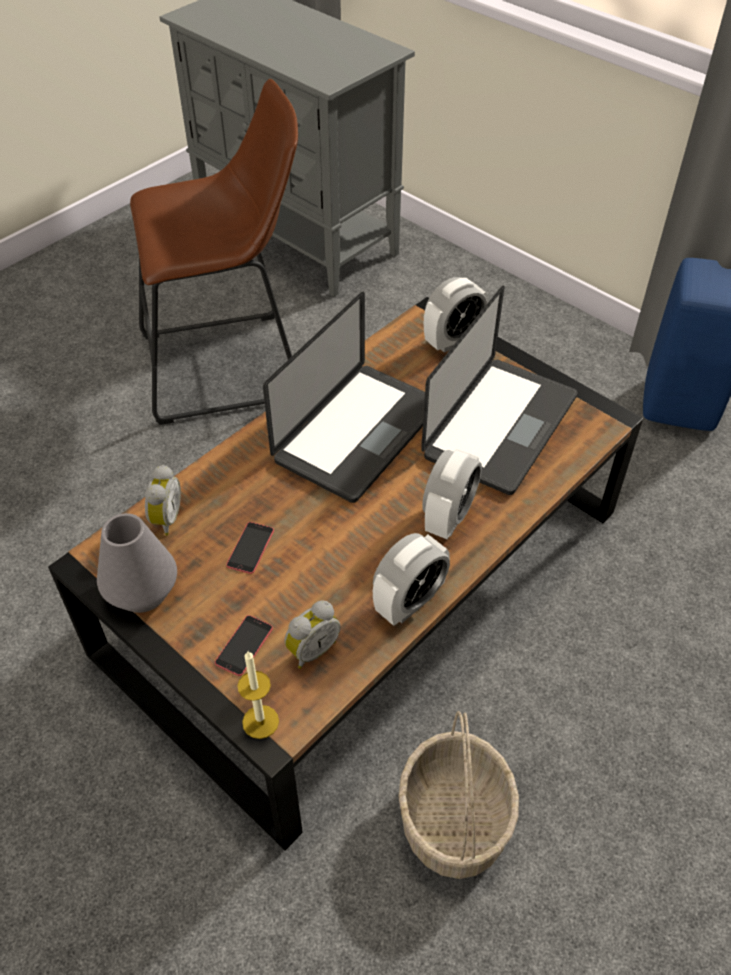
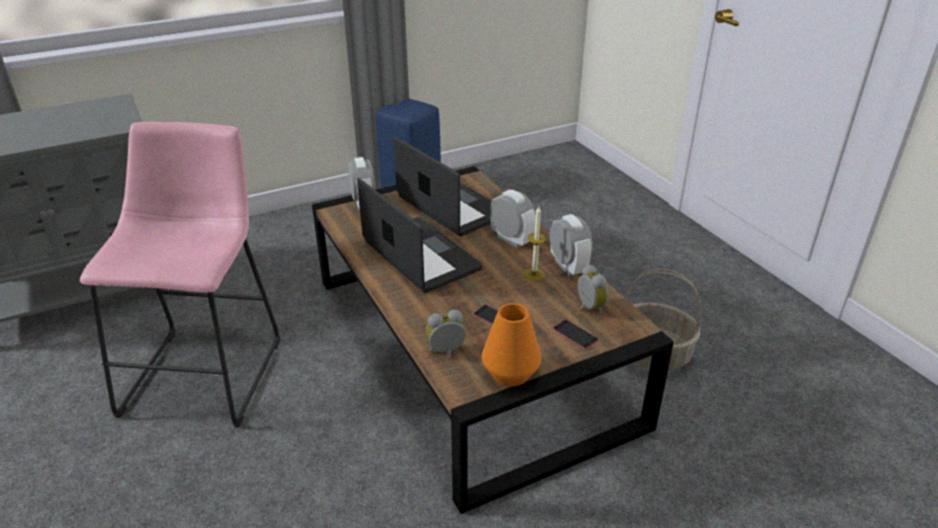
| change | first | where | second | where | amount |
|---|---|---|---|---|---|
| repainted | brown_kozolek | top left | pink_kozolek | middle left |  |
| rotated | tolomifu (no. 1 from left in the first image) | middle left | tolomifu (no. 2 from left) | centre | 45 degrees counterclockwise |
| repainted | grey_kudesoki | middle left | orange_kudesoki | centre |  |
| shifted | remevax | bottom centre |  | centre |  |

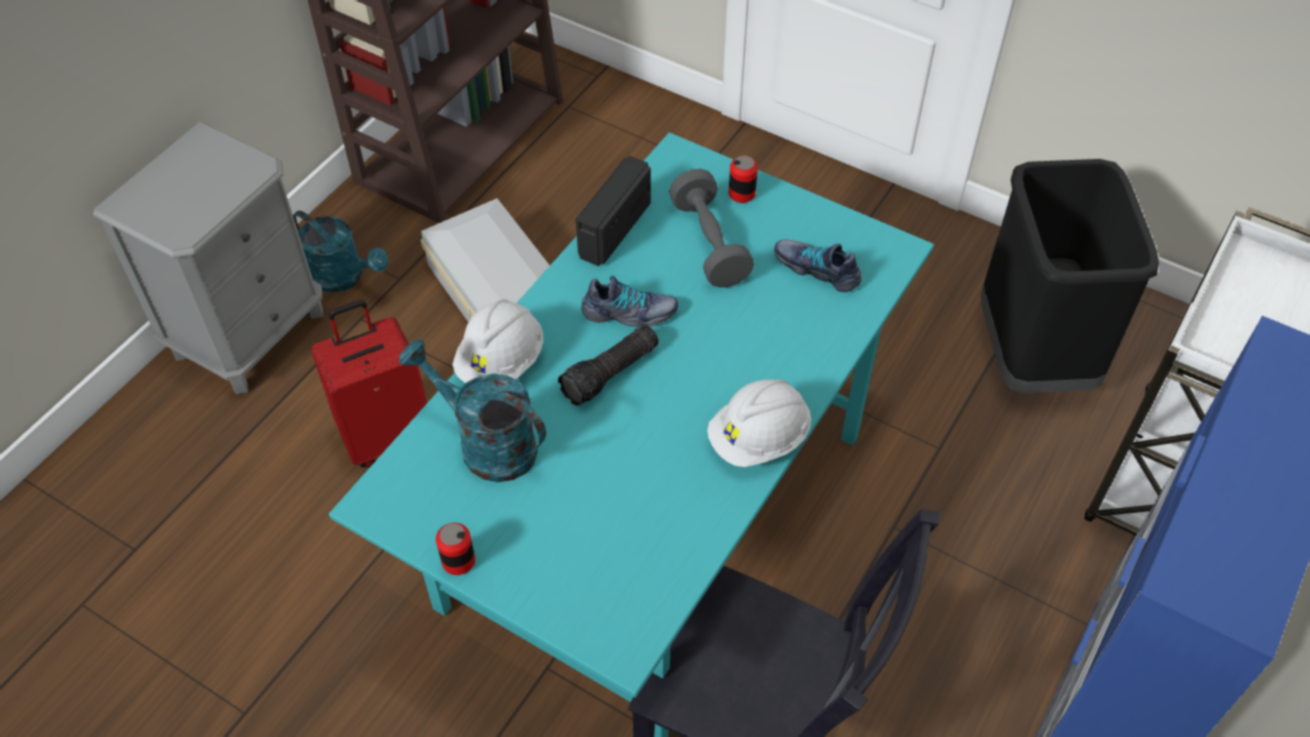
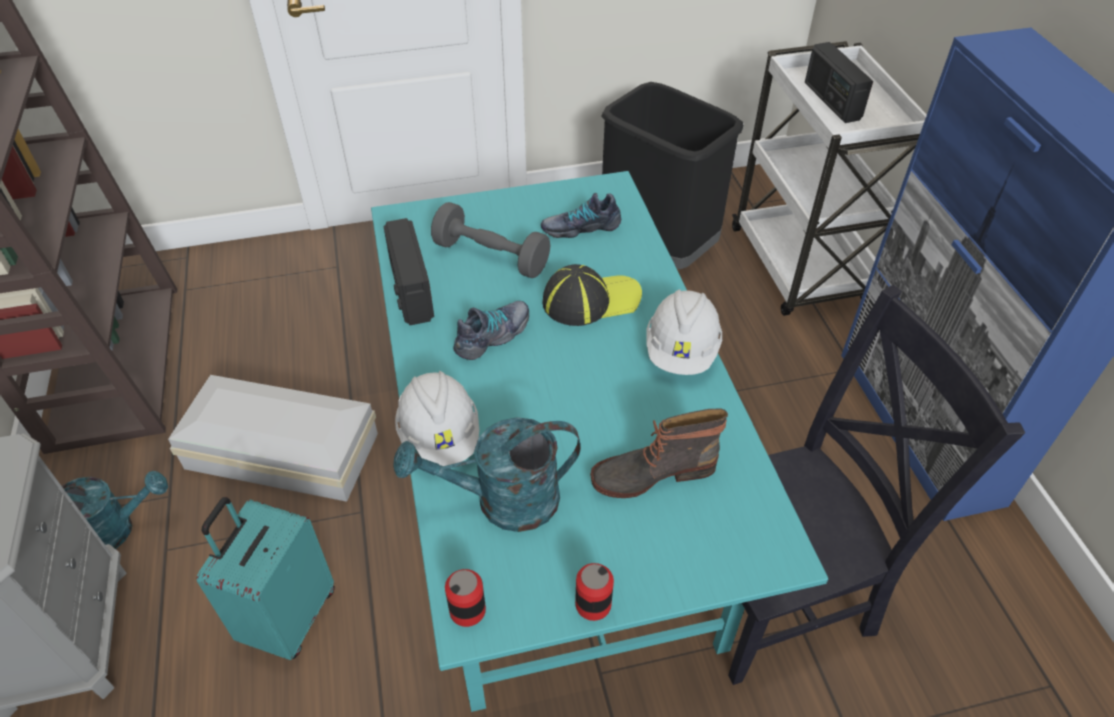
| change | first | where | second | where | amount |
|---|---|---|---|---|---|
| repainted | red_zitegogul | middle left | turquoise_zitegogul | bottom left |  |
| shifted | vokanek (no. 2 from left in the first image) | top centre | vokanek (no. 1 from left) | bottom centre |  |
| new |  |  | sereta | centre |  |
| new |  |  | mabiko | centre |  |
| new |  |  | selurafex (no. 2 from left) | top right |  |
| gone | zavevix | centre |  |  |  |

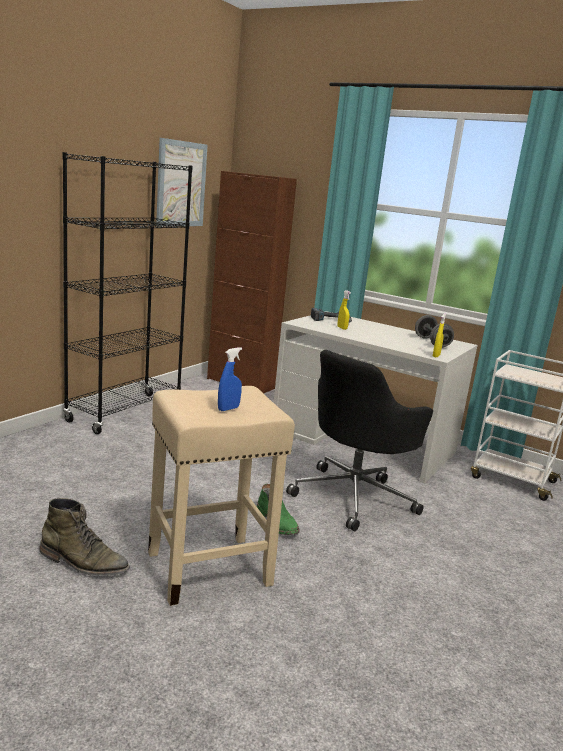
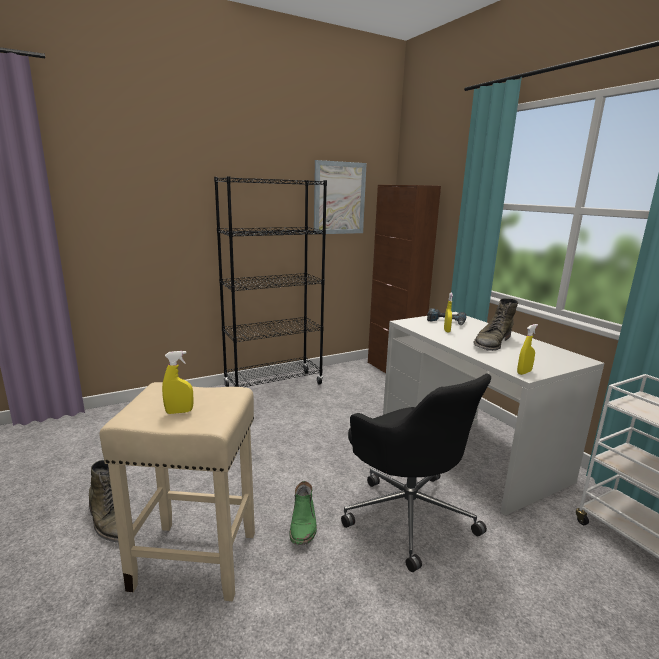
| change | first | where | second | where | amount |
|---|---|---|---|---|---|
| repainted | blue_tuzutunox | centre | yellow_tuzutunox (no. 1 from left) | middle left |  |
| rotated | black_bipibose | centre |  | bottom centre | 105 degrees counterclockwise |
| new |  |  | green_mabiko (no. 3 from left) | middle right |  |
| gone | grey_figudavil | middle right |  |  |  |

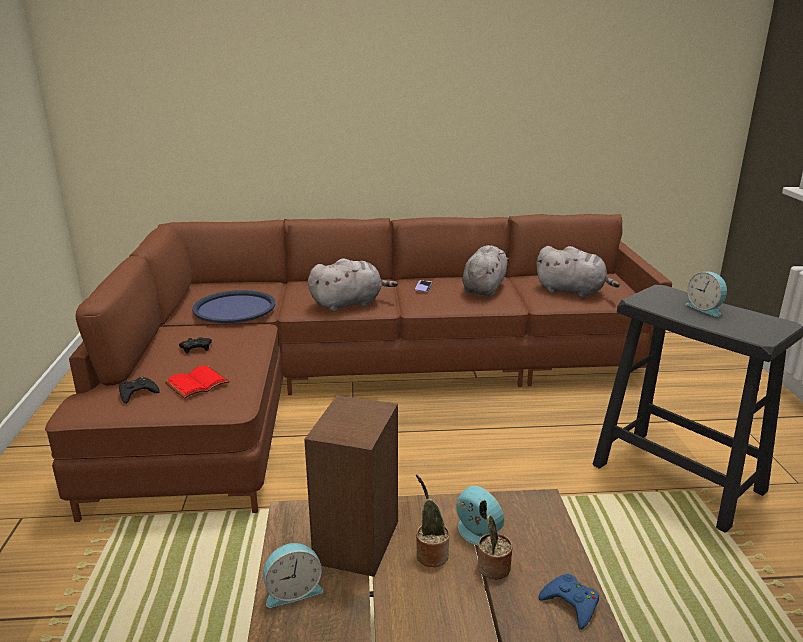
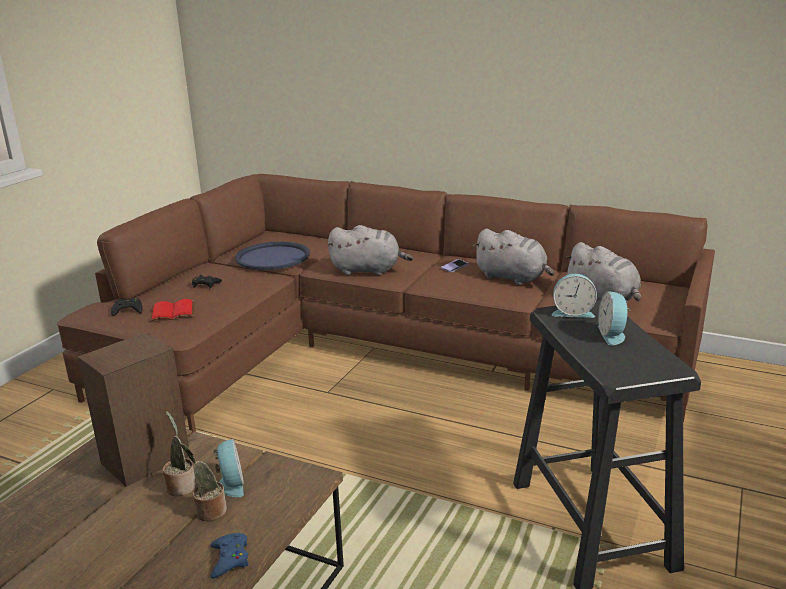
| change | first | where | second | where | amount |
|---|---|---|---|---|---|
| rotated | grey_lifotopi (no. 2 from left) | centre |  | centre | 75 degrees clockwise |
| shifted | tolomifu (no. 1 from left in the first image) | bottom centre | tolomifu (no. 2 from left) | middle right |  |

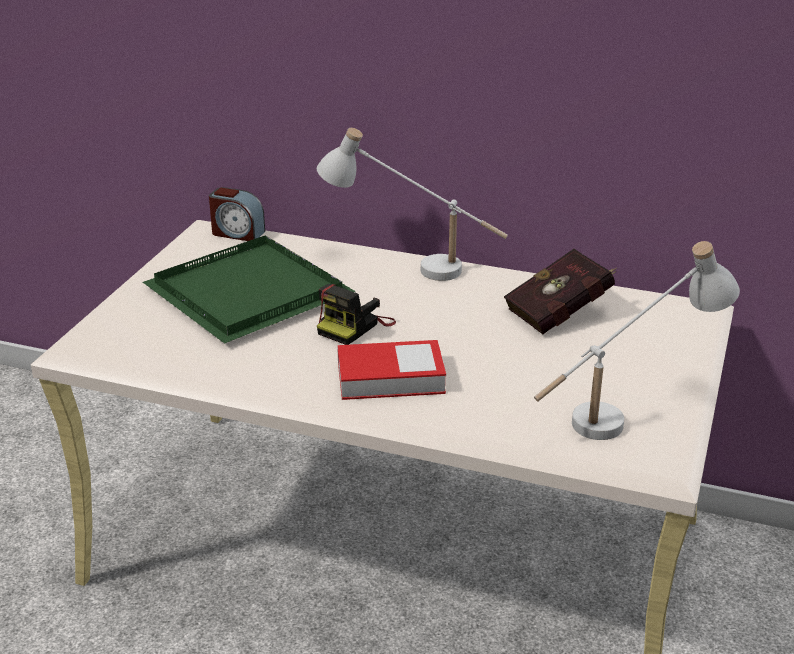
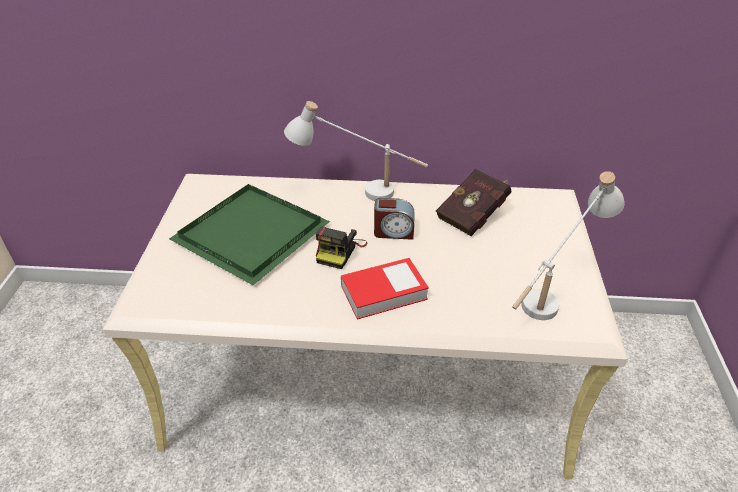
| change | first | where | second | where | amount |
|---|---|---|---|---|---|
| shifted | tolomifu | top left |  | centre |  |

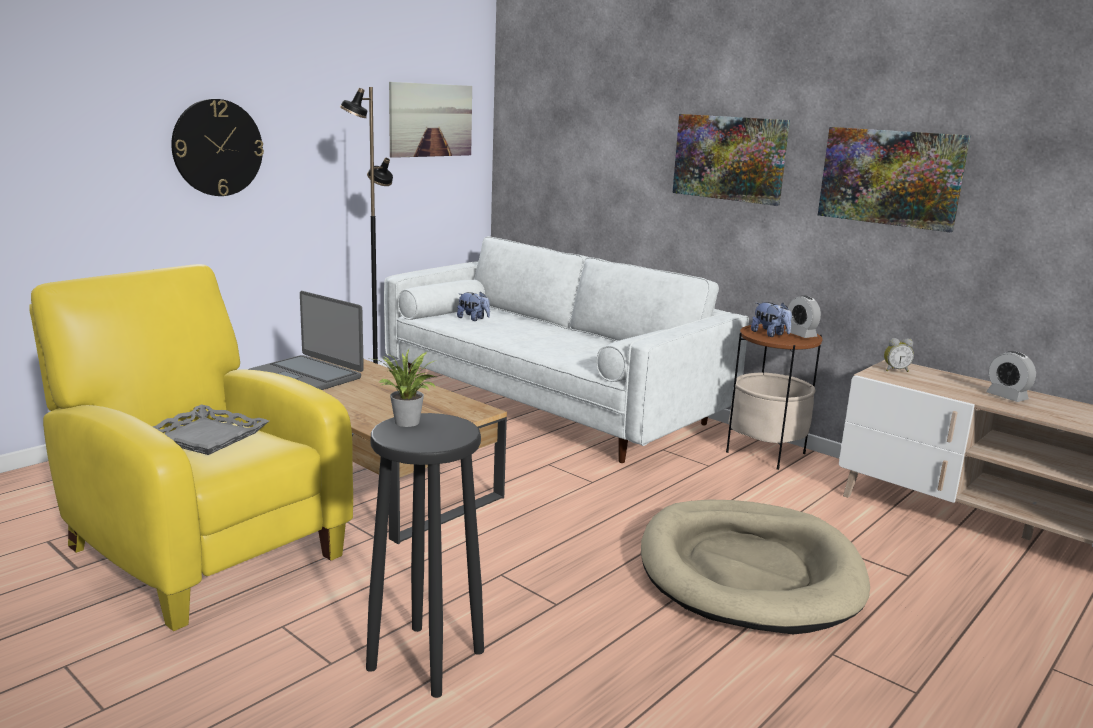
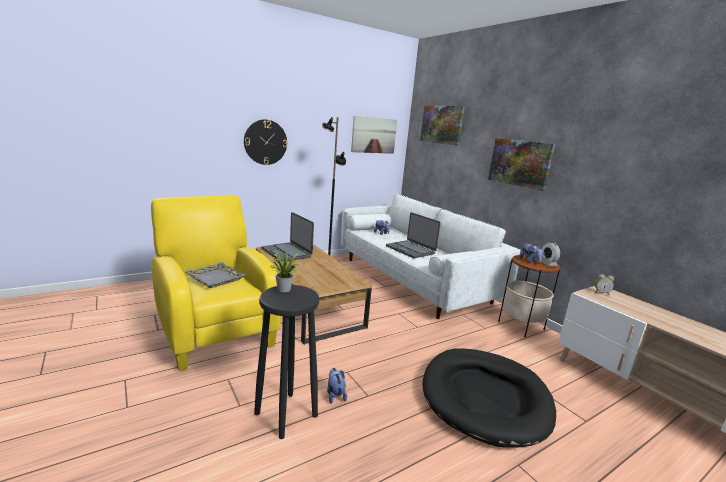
| change | first | where | second | where | amount |
|---|---|---|---|---|---|
| new |  |  | lifotopi (no. 1 from left) | bottom centre |  |
| new |  |  | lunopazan (no. 2 from left) | centre |  |
| shifted | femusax (no. 3 from left in the first image) | top right | femusax (no. 2 from left) | top centre |  |
| repainted | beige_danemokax | bottom right | black_danemokax | bottom right |  |
| gone | tolomifu (no. 3 from left) | middle right |  |  |  |

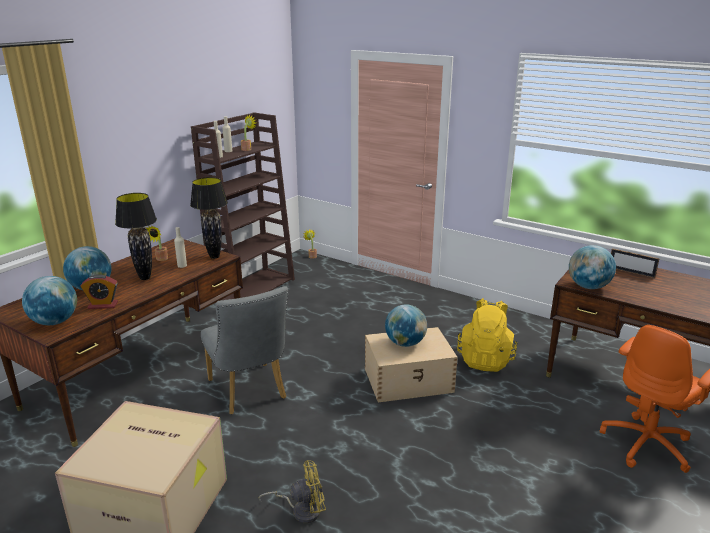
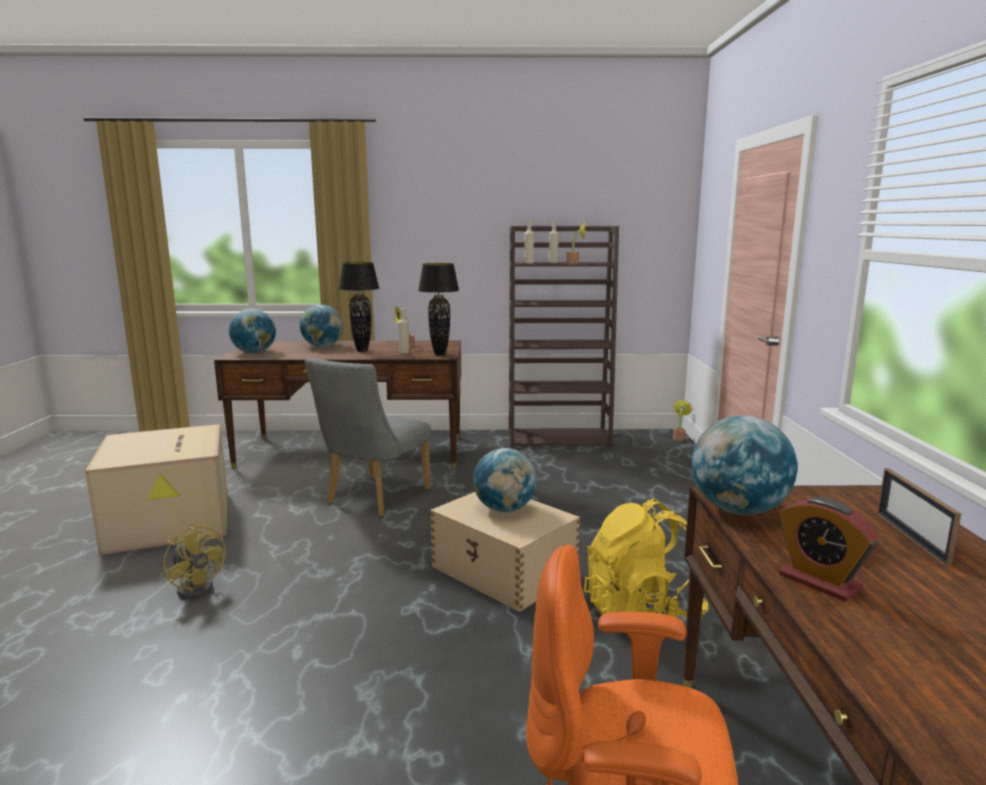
| change | first | where | second | where | amount |
|---|---|---|---|---|---|
| shifted | tolomifu | middle left |  | bottom right |  |

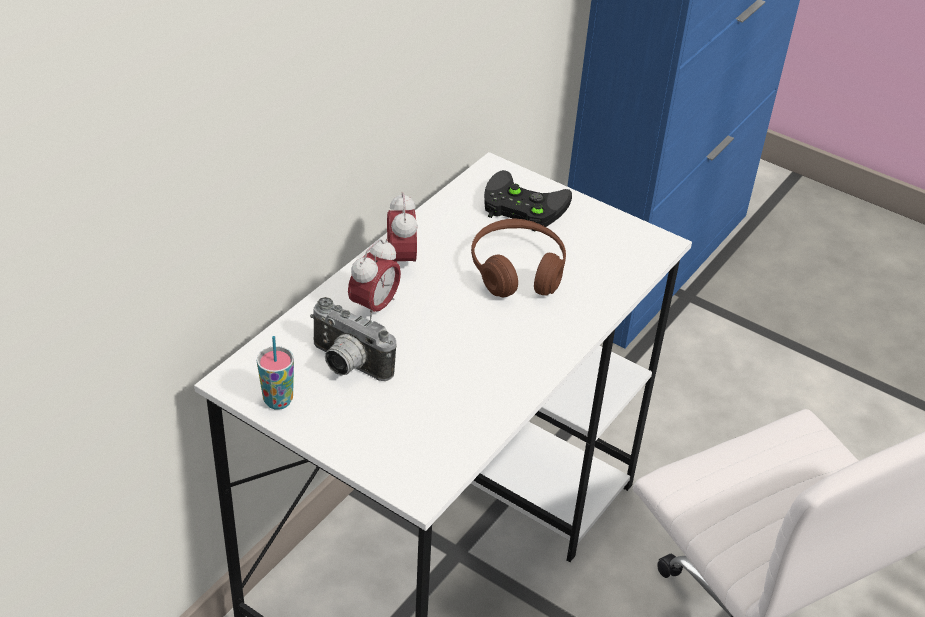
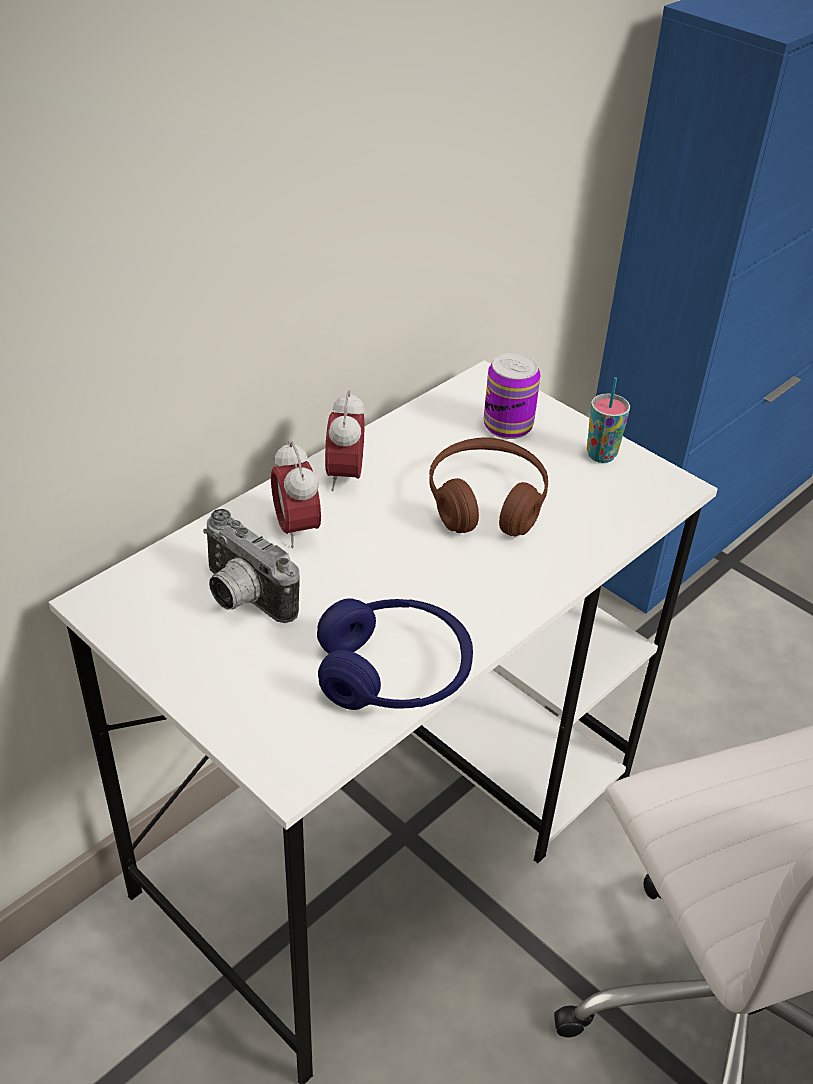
| change | first | where | second | where | amount |
|---|---|---|---|---|---|
| rotated | tolomifu (no. 1 from left) | centre |  | centre | 120 degrees clockwise |
| new |  |  | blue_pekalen | centre |  |
| swapped | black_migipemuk | top centre | vokanek | centre |  |
| shifted | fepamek | middle left |  | middle right |  |

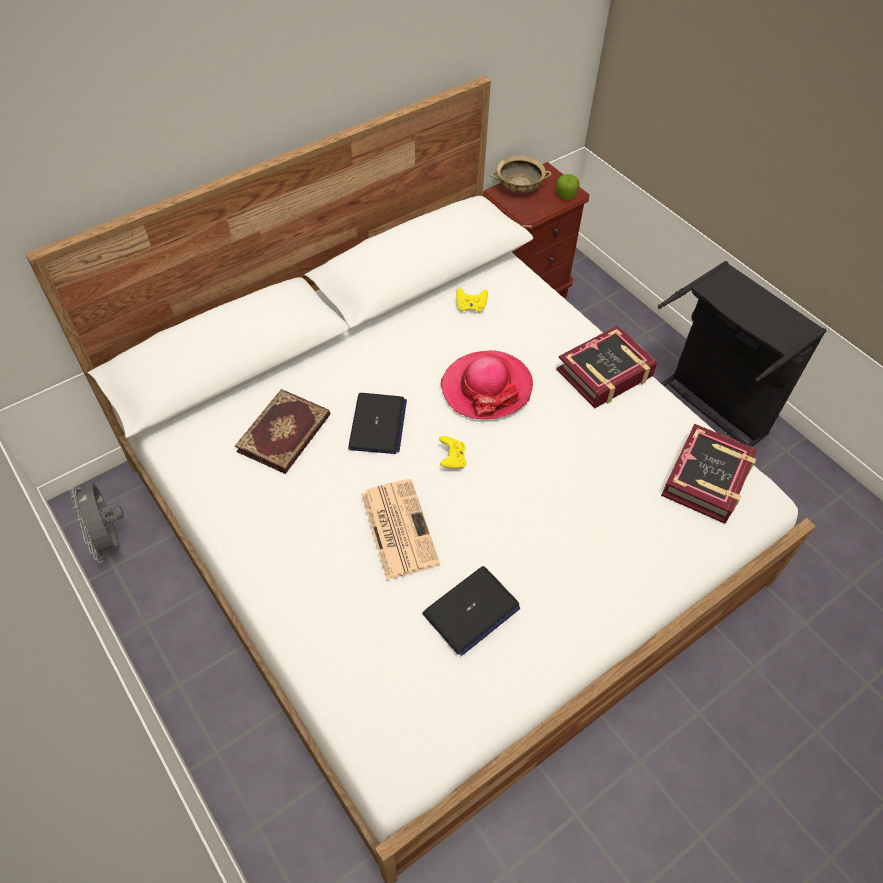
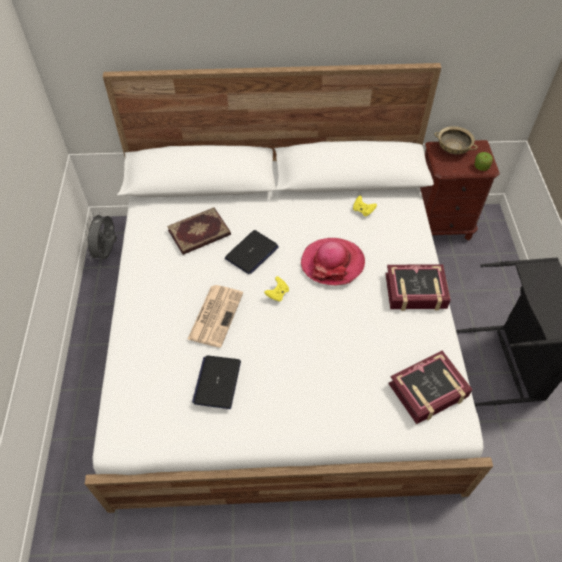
| change | first | where | second | where | amount |
|---|---|---|---|---|---|
| rotated | lunopazan (no. 2 from left in the first image) | bottom centre | lunopazan (no. 1 from left) | bottom centre | 105 degrees clockwise |

